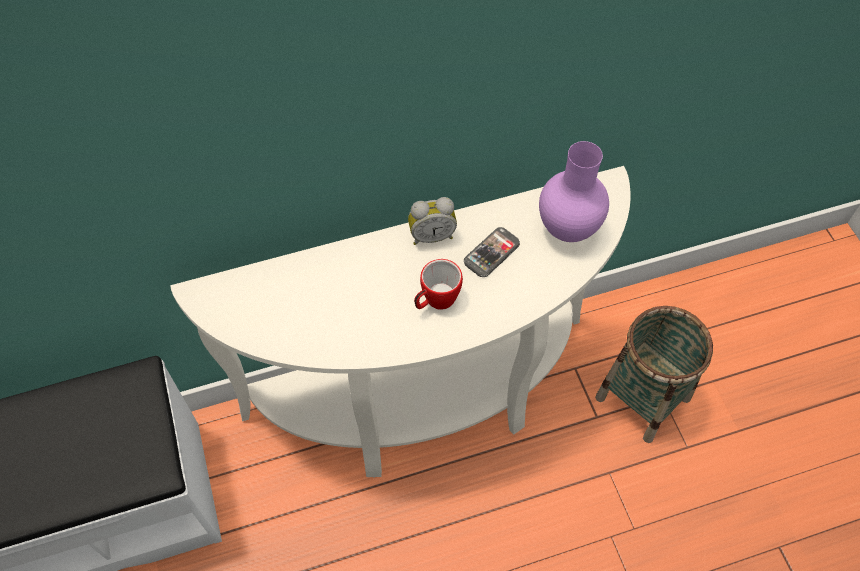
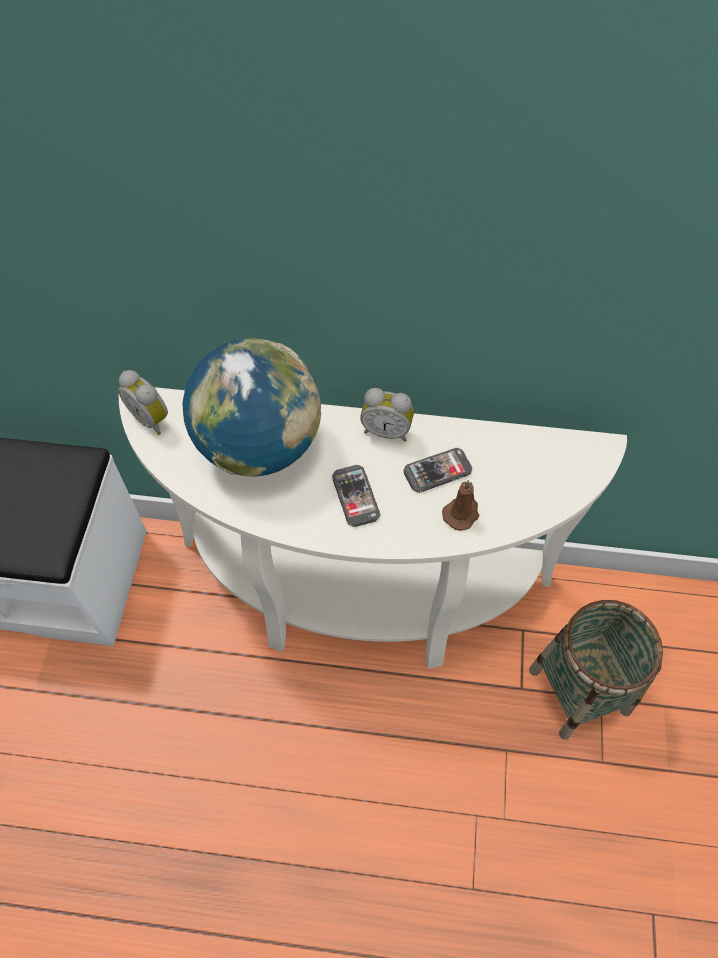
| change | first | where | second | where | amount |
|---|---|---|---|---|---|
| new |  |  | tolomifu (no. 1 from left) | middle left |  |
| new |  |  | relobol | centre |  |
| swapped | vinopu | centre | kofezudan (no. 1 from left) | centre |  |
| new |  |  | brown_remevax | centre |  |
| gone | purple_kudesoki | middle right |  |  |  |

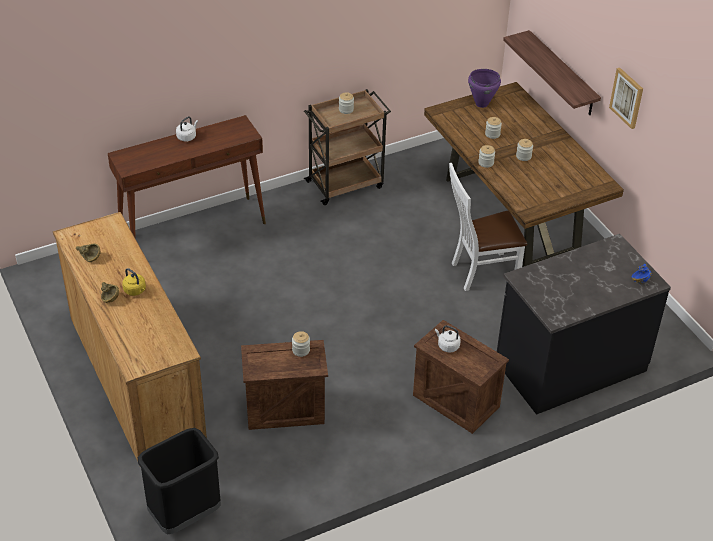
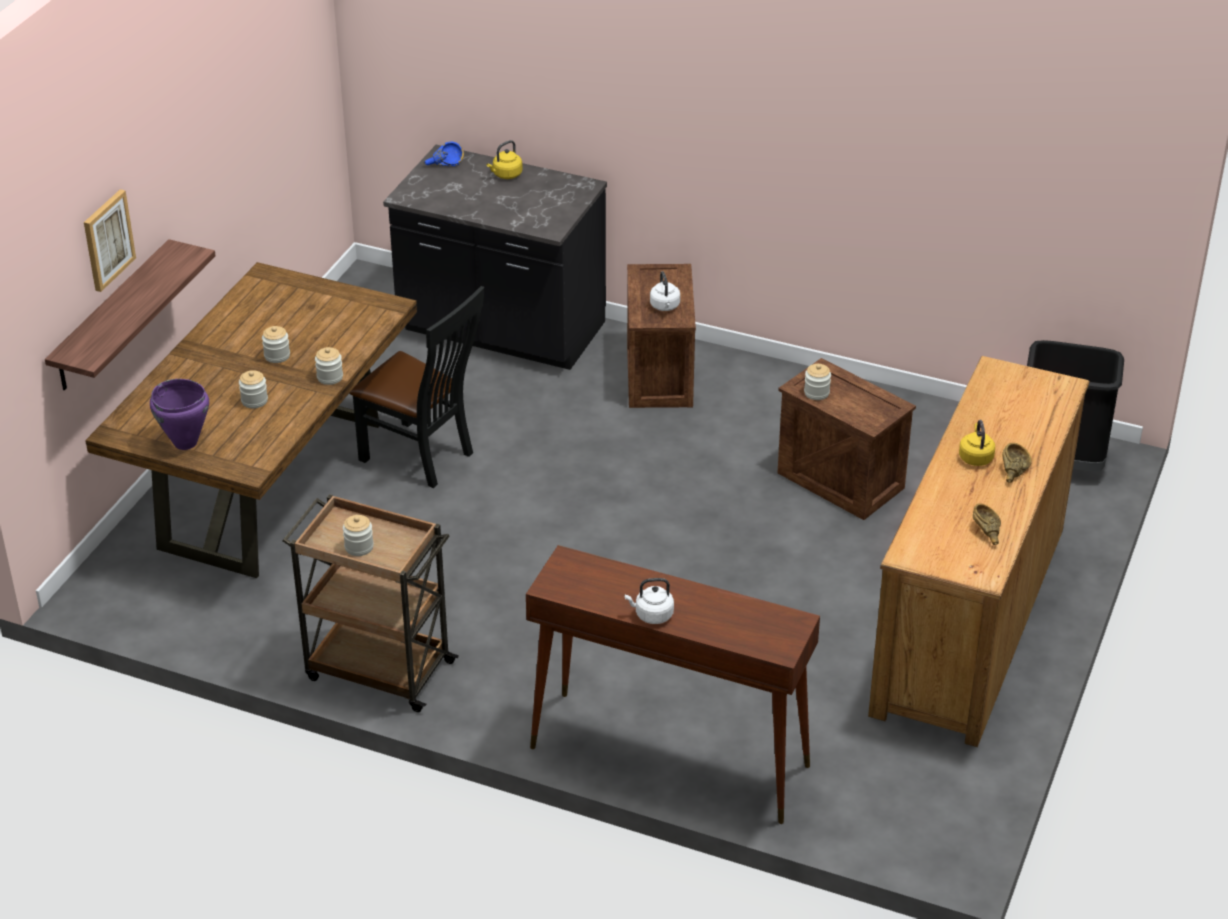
| change | first | where | second | where | amount |
|---|---|---|---|---|---|
| shifted | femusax | top right |  | top left |  |
| repainted | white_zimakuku | middle right | black_zimakuku | centre |  |
| new |  |  | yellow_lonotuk (no. 1 from left) | top centre |  |

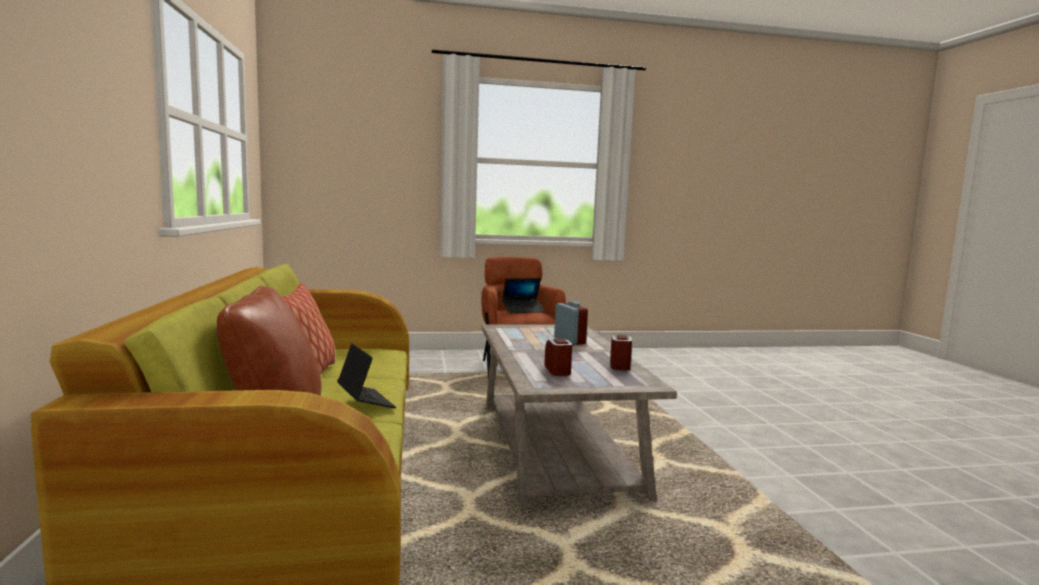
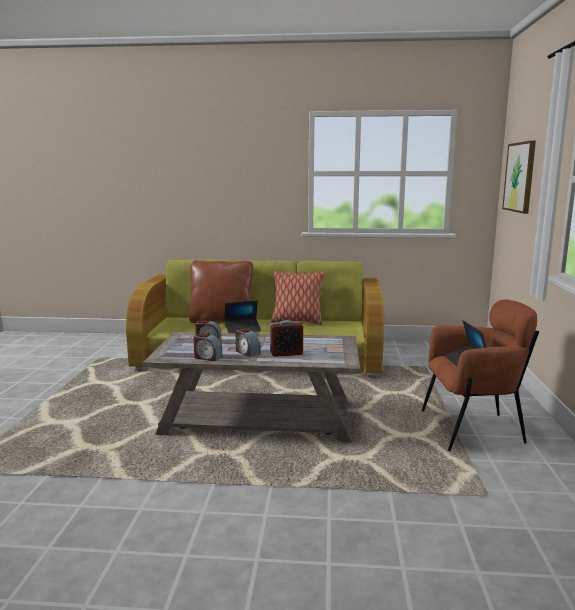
| change | first | where | second | where | amount |
|---|---|---|---|---|---|
| new |  |  | tolomifu (no. 3 from left) | centre |  |
| new |  |  | femusax | top right |  |

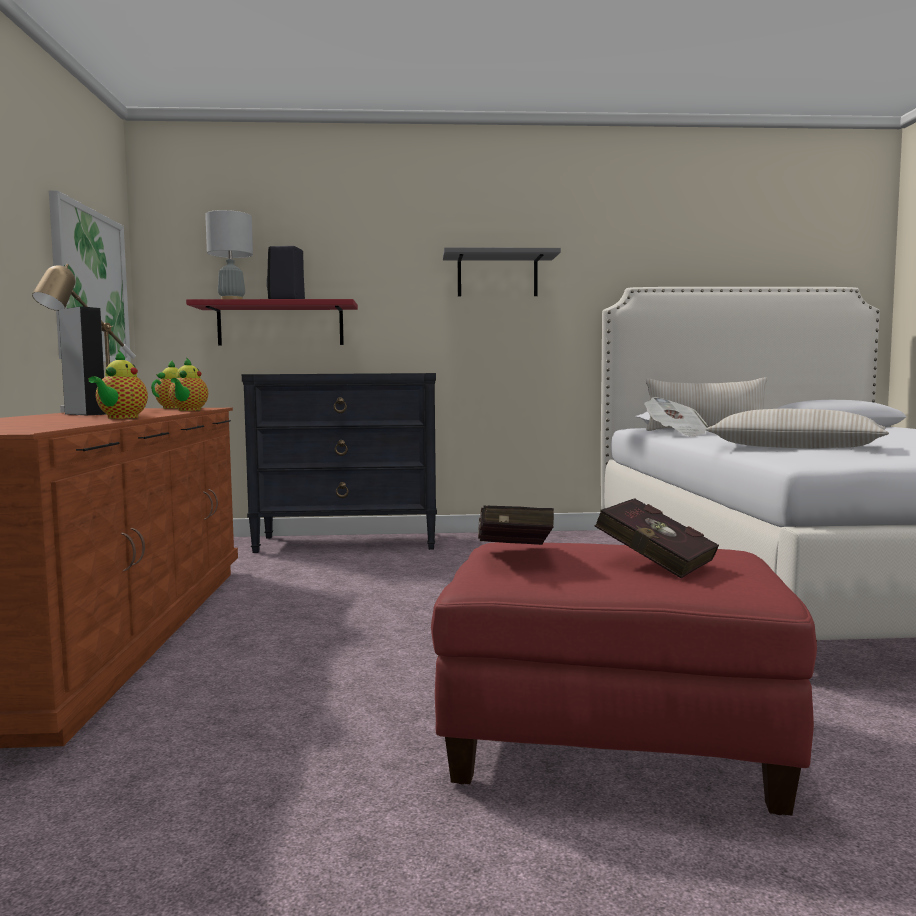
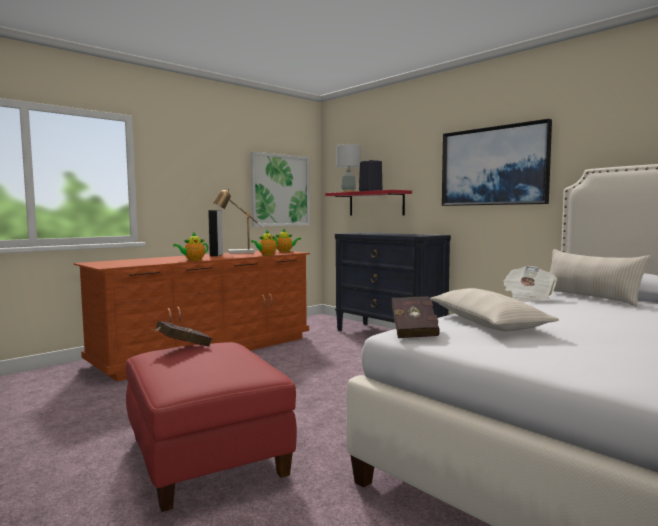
| change | first | where | second | where | amount |
|---|---|---|---|---|---|
| shifted | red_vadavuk (no. 2 from left) | middle right |  | centre |  |
| swapped | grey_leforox | top centre | femusax (no. 2 from left) | top right |  |

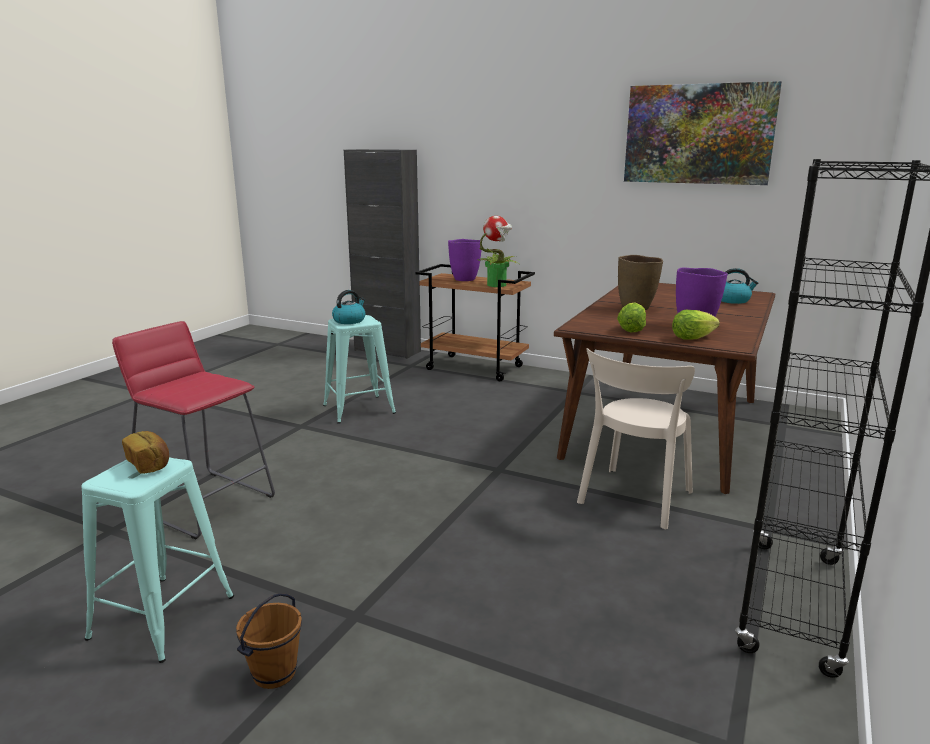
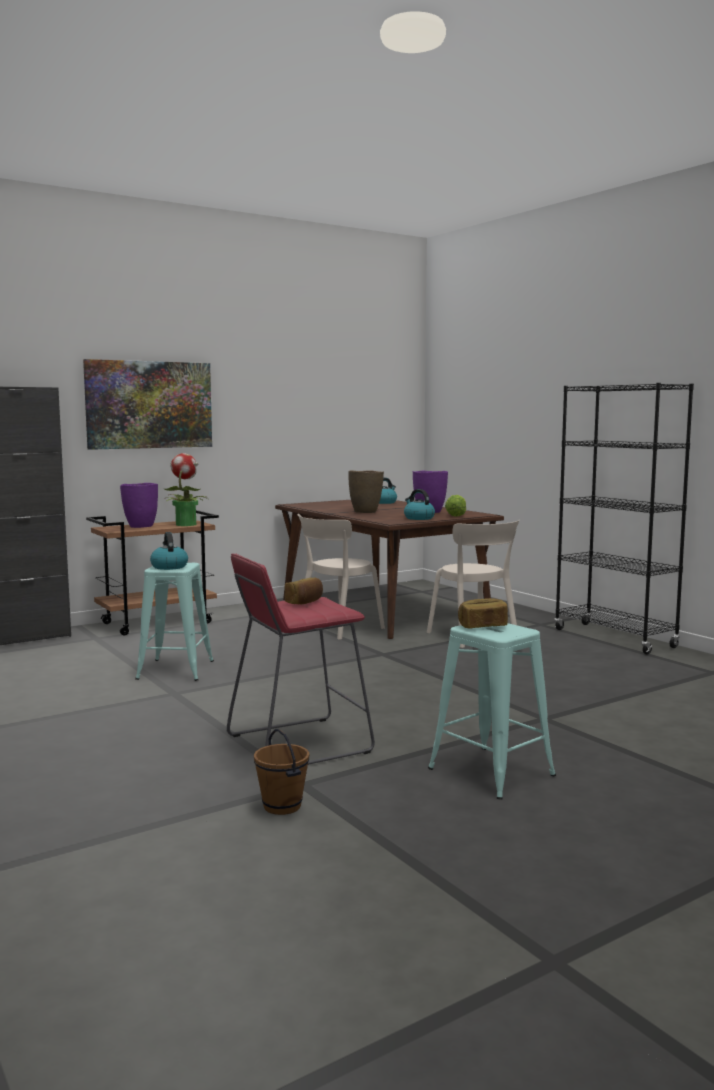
| change | first | where | second | where | amount |
|---|---|---|---|---|---|
| shifted | femusax | top right |  | middle left |  |
| shifted | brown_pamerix | bottom left |  | bottom centre |  |
| new |  |  | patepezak (no. 1 from left) | centre |  |
| new |  |  | beige_zimakuku (no. 1 from left) | centre |  |
| swapped | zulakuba (no. 1 from left) | middle right | lonotuk (no. 3 from left) | centre |  |

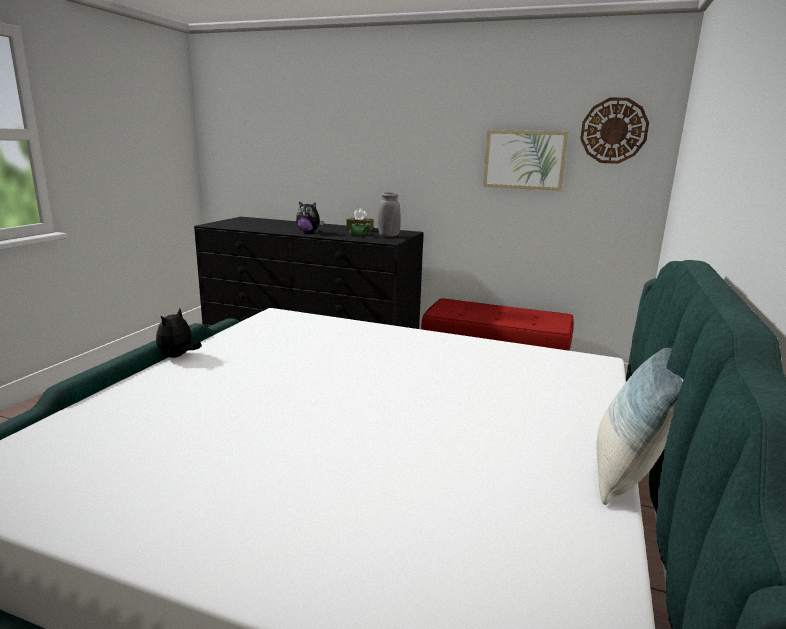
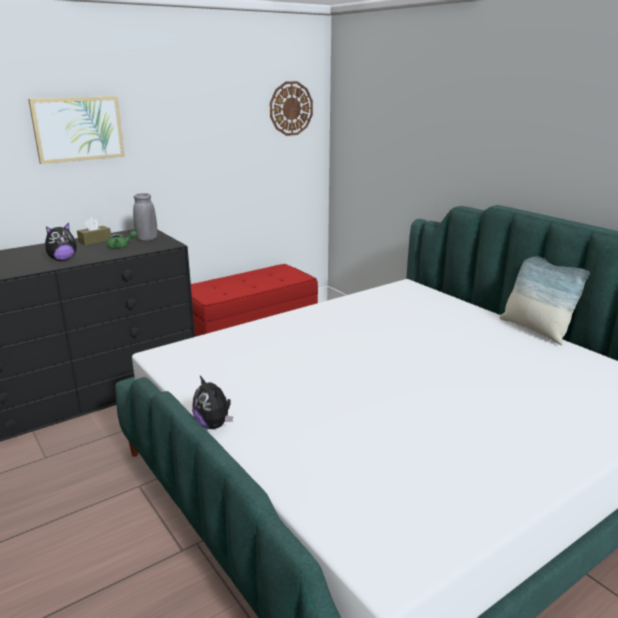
| change | first | where | second | where | amount |
|---|---|---|---|---|---|
| shifted | femusax | top right |  | top left |  |

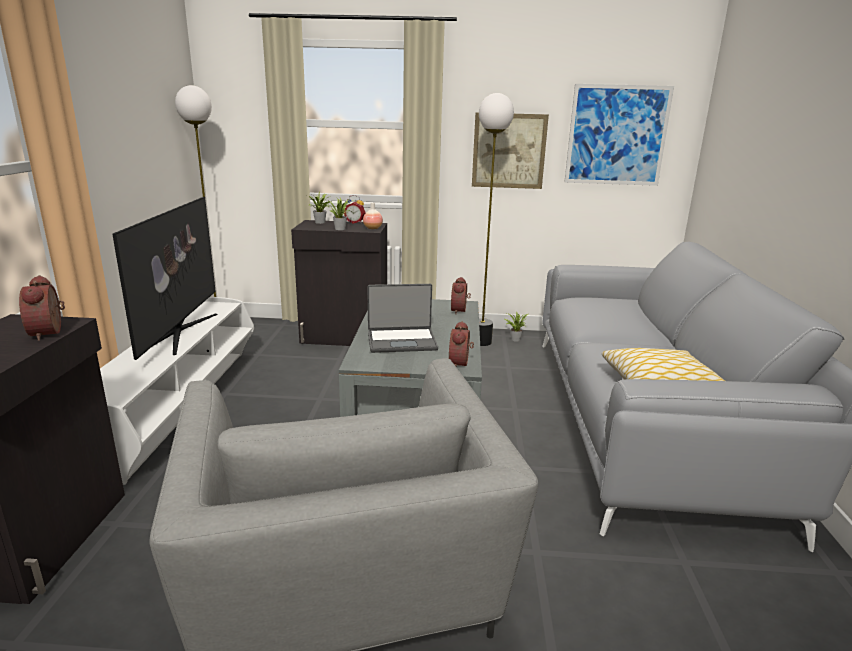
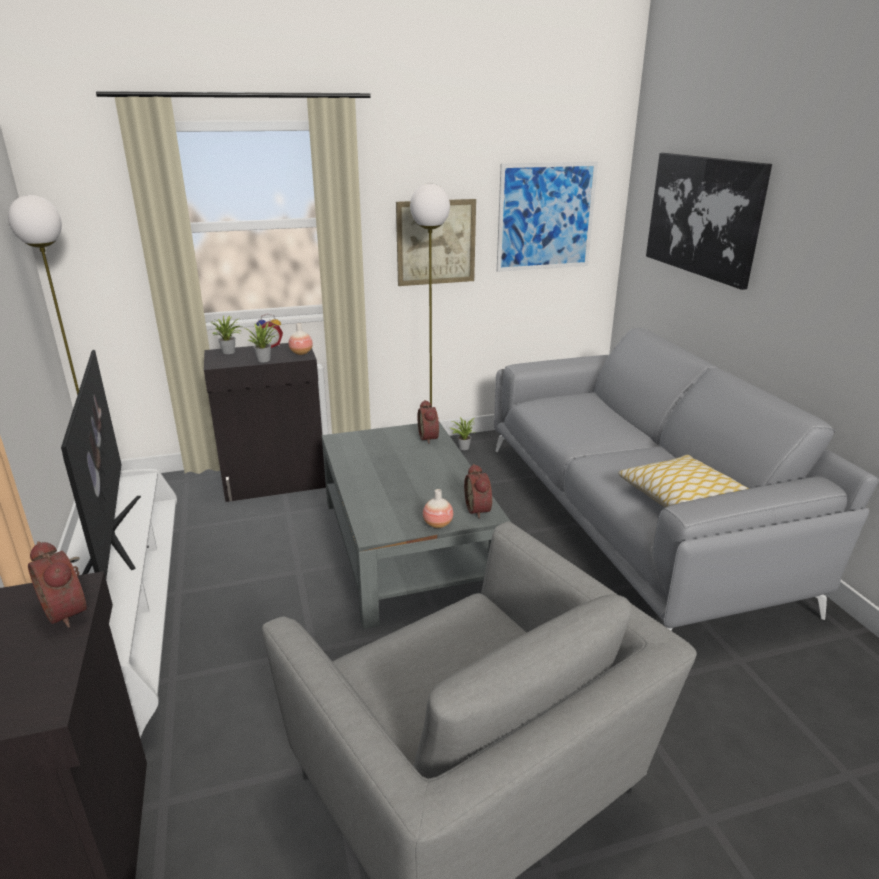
| change | first | where | second | where | amount |
|---|---|---|---|---|---|
| new |  |  | kudesoki (no. 2 from left) | centre |  |
| new |  |  | femusax (no. 3 from left) | top right |  |
| gone | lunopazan | centre |  |  |  |

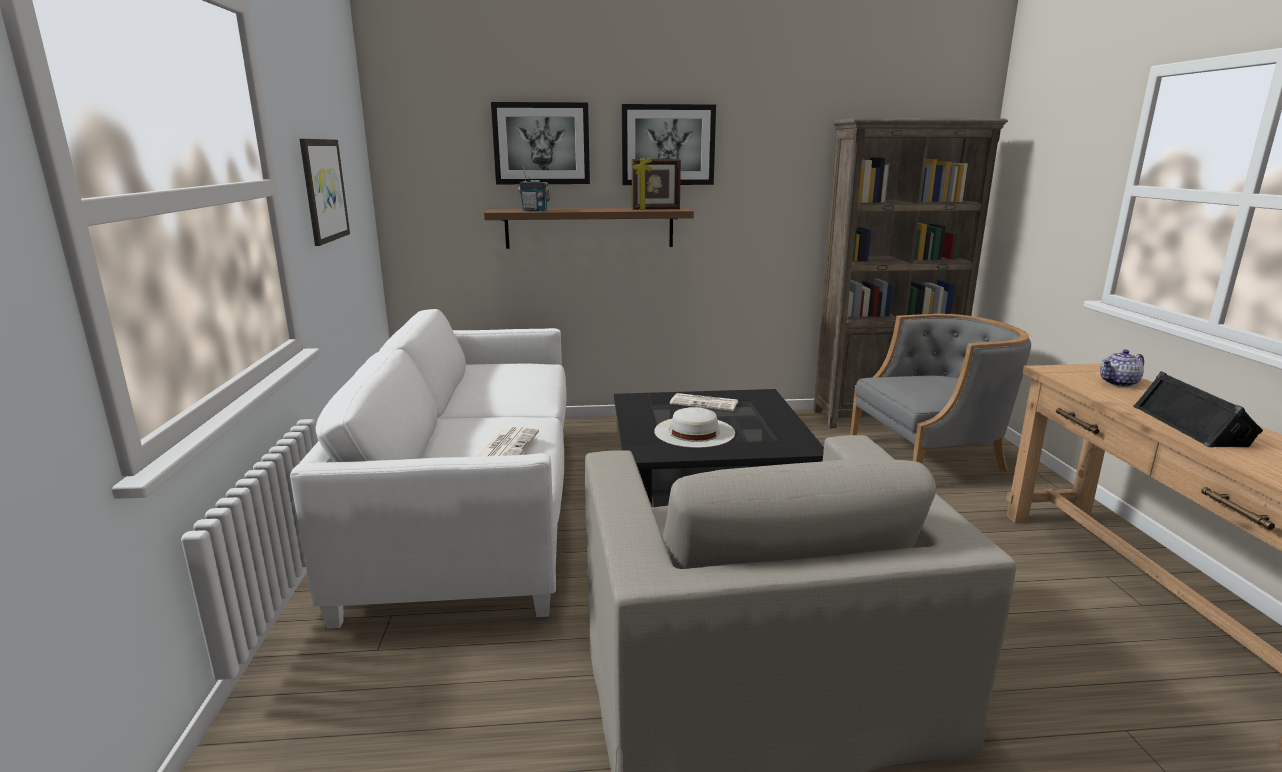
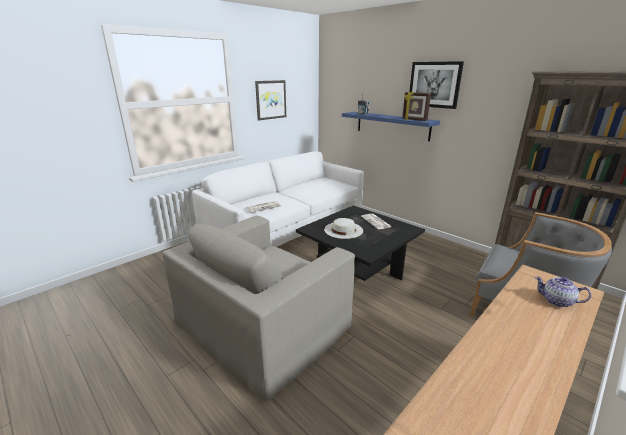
| change | first | where | second | where | amount |
|---|---|---|---|---|---|
| repainted | brown_leforox | top centre | blue_leforox | top centre |  |
| gone | femusax (no. 2 from left) | top centre |  |  |  |
| gone | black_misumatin | middle right |  |  |  |

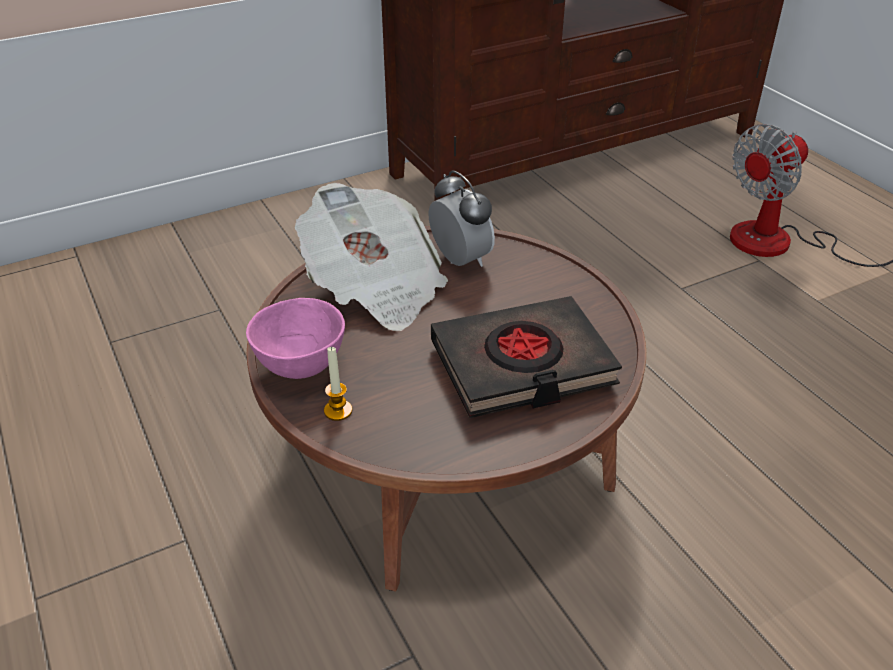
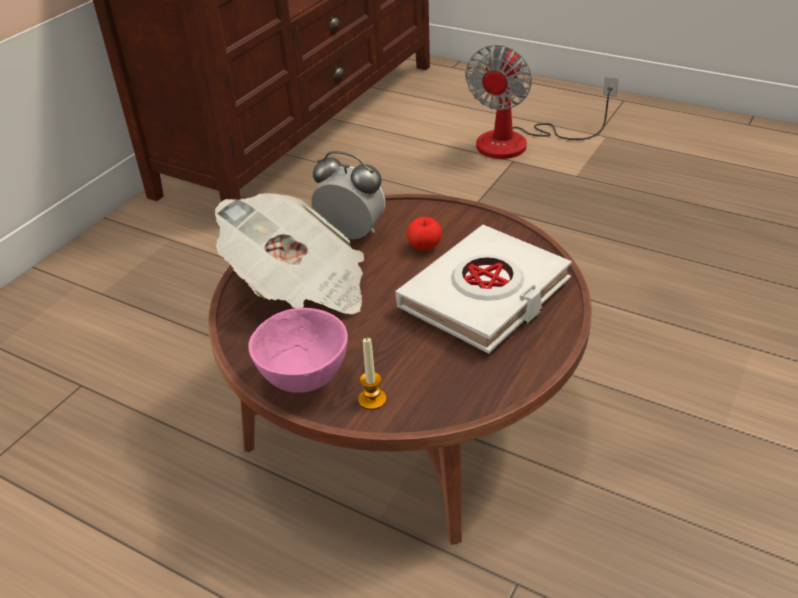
| change | first | where | second | where | amount |
|---|---|---|---|---|---|
| repainted | black_vadavuk | centre | white_vadavuk | centre |  |
| new |  |  | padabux | centre |  |

